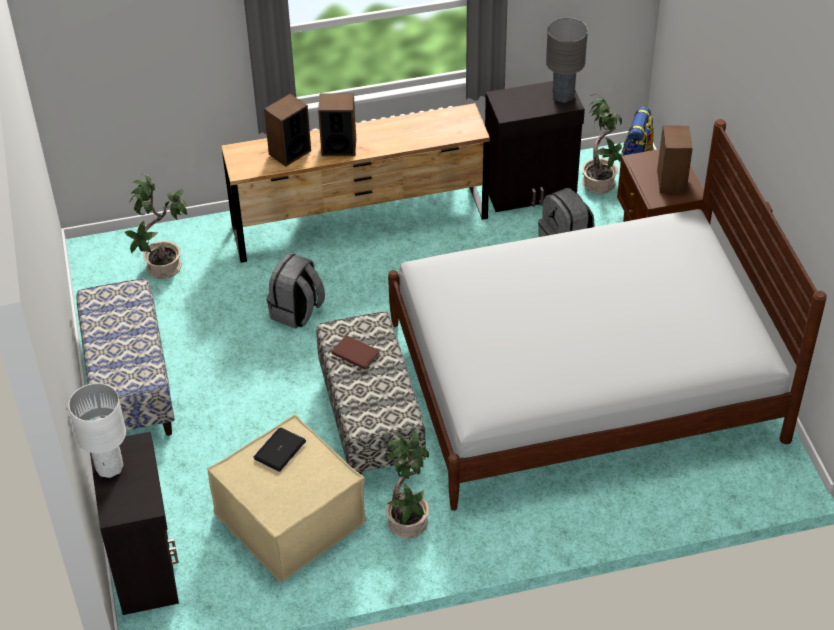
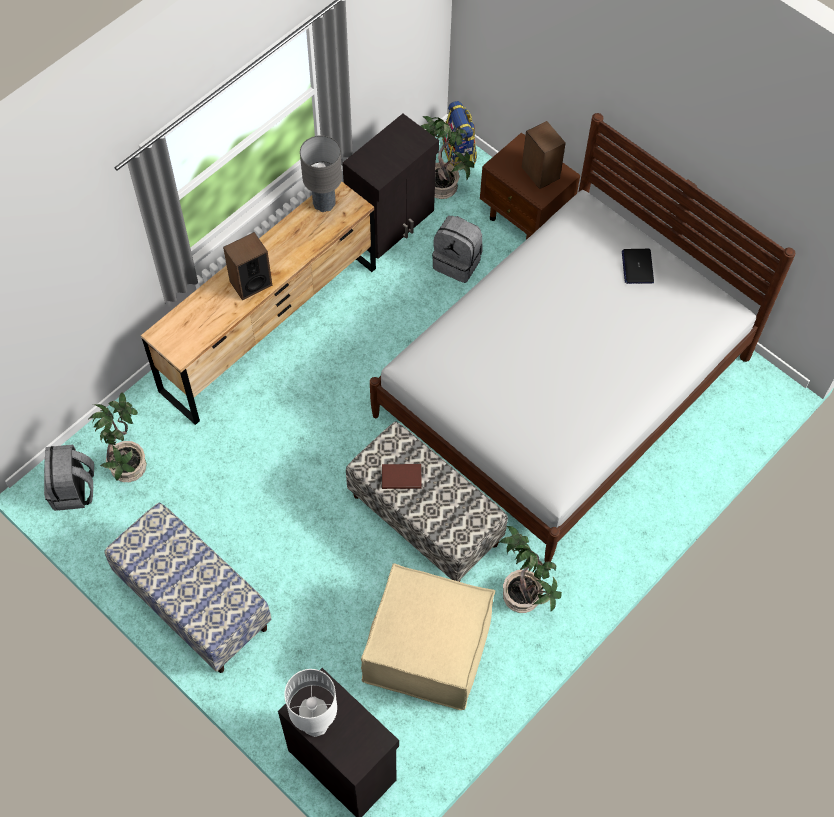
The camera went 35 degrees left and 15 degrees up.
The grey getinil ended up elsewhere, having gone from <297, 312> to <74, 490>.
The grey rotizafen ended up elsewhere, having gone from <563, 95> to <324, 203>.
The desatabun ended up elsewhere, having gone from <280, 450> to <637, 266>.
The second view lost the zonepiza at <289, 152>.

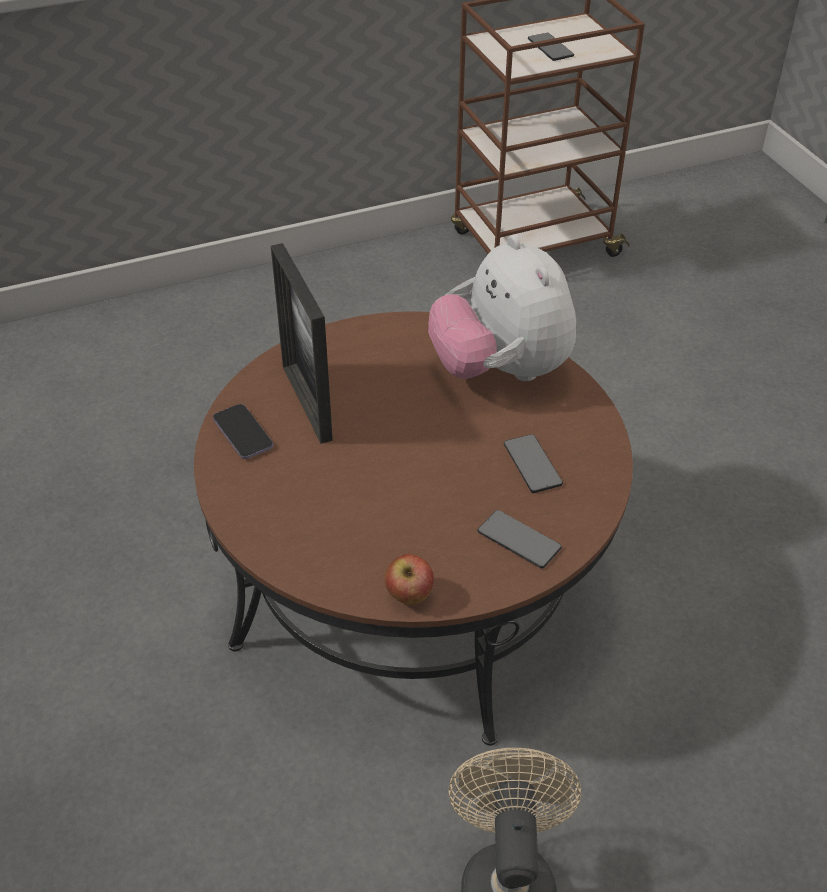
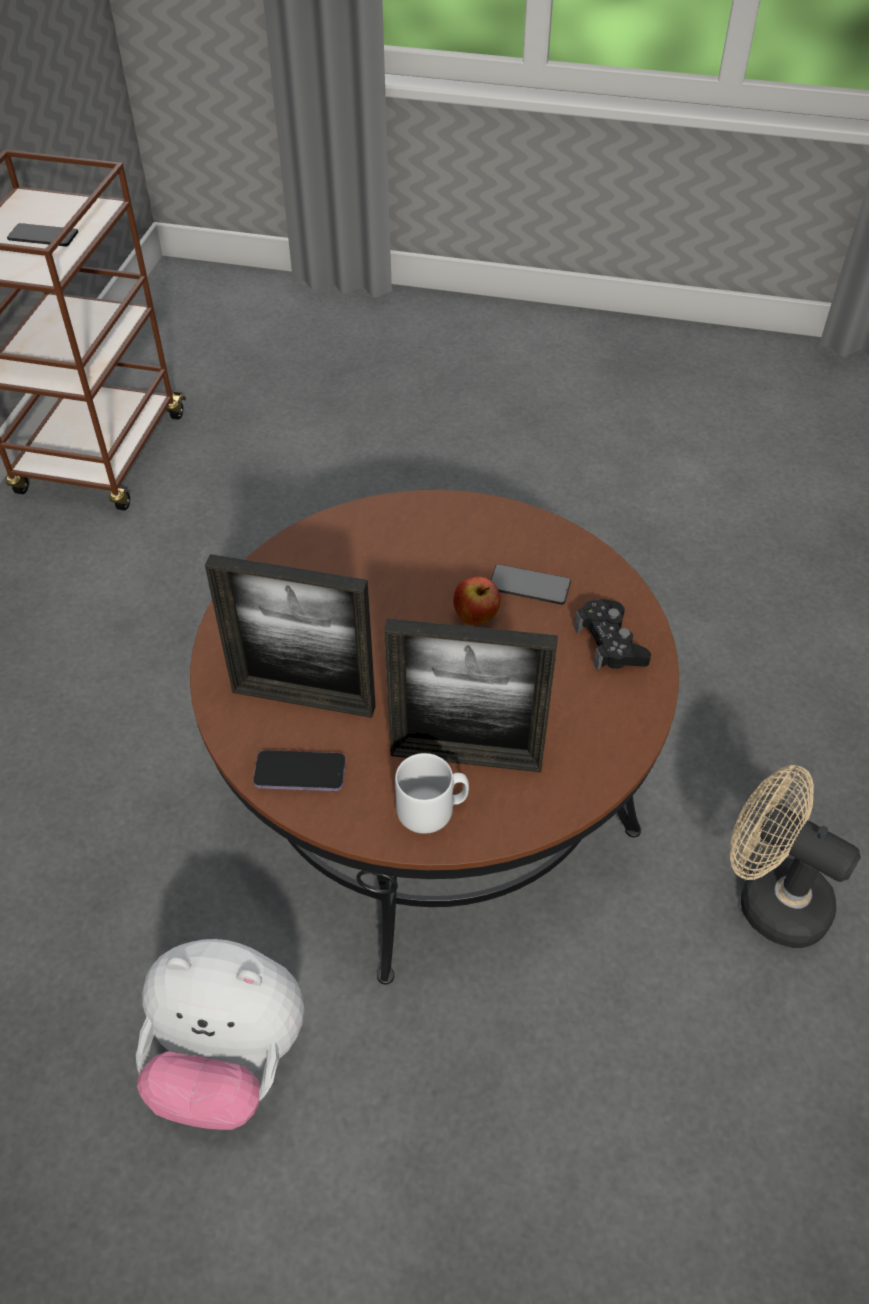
The camera went 55 degrees left and 5 degrees up.
The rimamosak ended up elsewhere, having gone from <500, 370> to <228, 1060>.
The second view gained the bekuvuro at <466, 758>.
The second view gained the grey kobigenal at <432, 809>.
The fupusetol ended up elsewhere, having gone from <409, 596> to <476, 618>.
Where the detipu stood at <519, 540>, the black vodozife came to stand at <610, 643>.

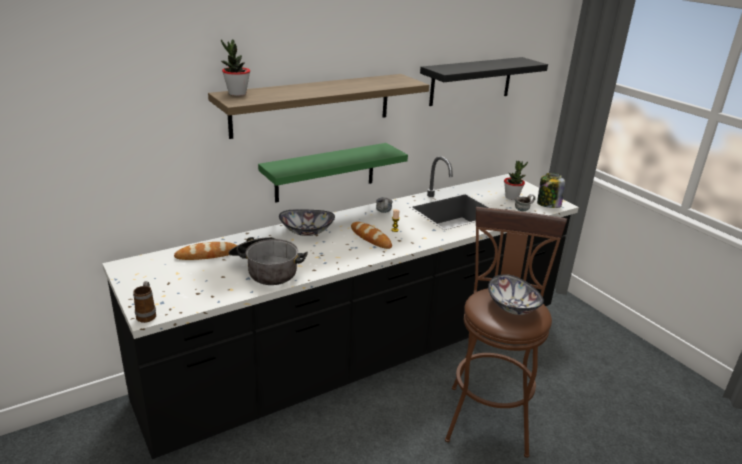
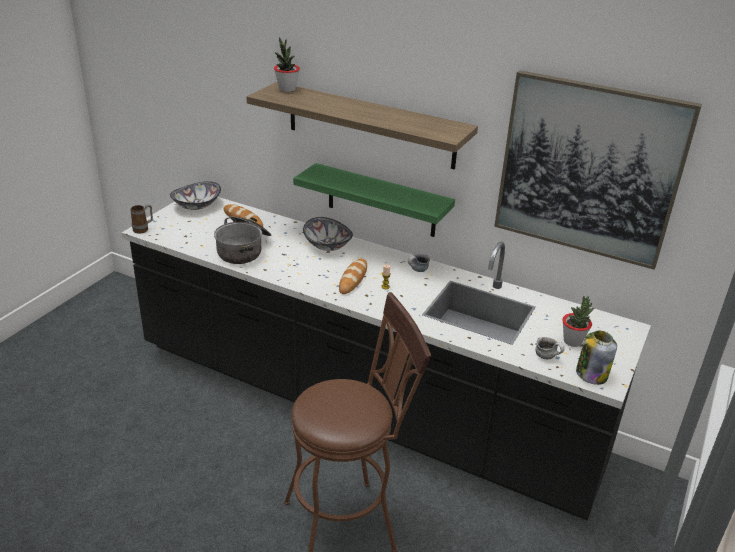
The camera went 60 degrees right and 5 degrees up.
The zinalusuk ended up elsewhere, having gone from <512, 307> to <196, 205>.
Where the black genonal hung at <471, 81>, the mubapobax came to hang at <589, 169>.

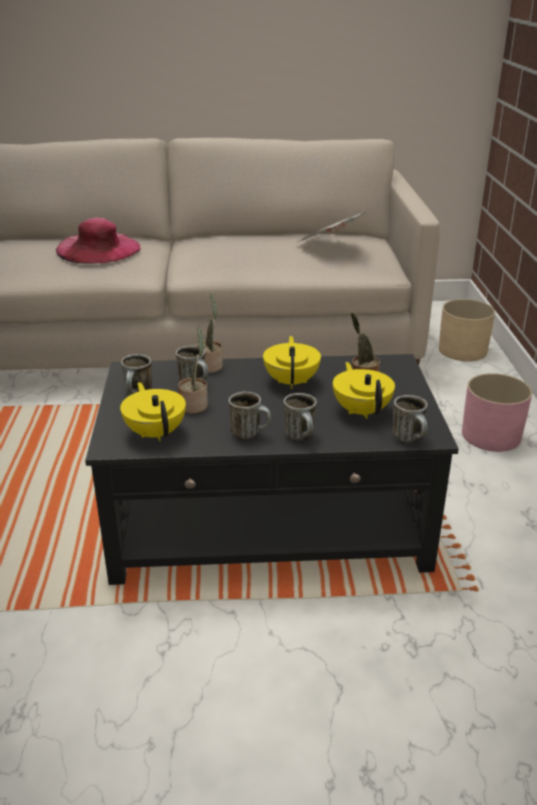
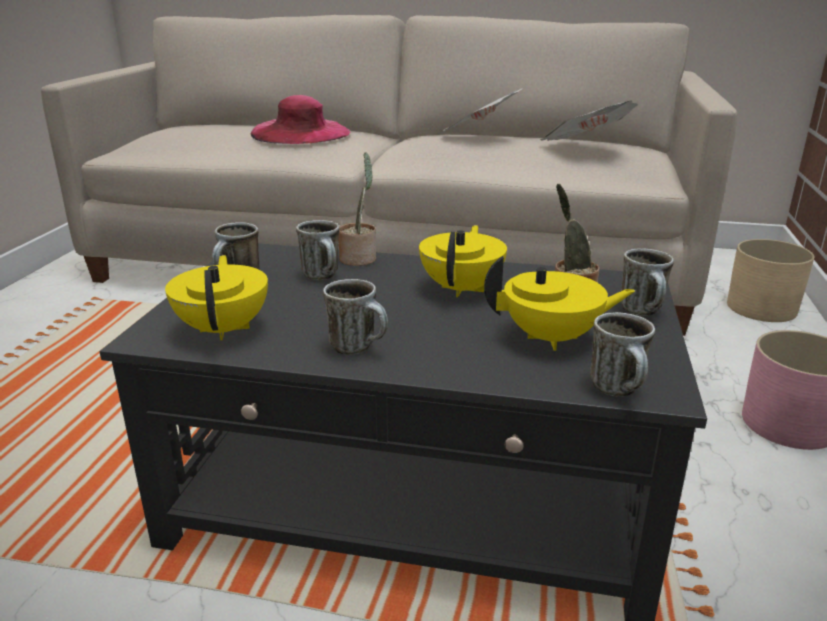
The camera went 15 degrees right and 5 degrees down.
The second view gained the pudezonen at <476, 136>.
The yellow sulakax at <361, 410> ended up facing another way, 90 degrees clockwise from before.
The kobigenal ended up elsewhere, having gone from <302, 437> to <645, 313>.
The second view lost the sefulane at <195, 405>.

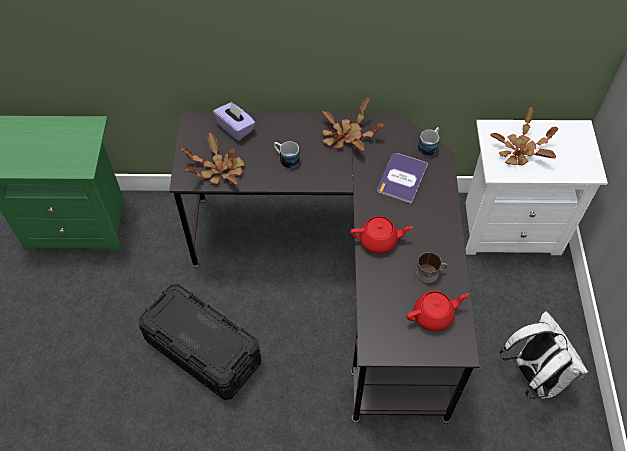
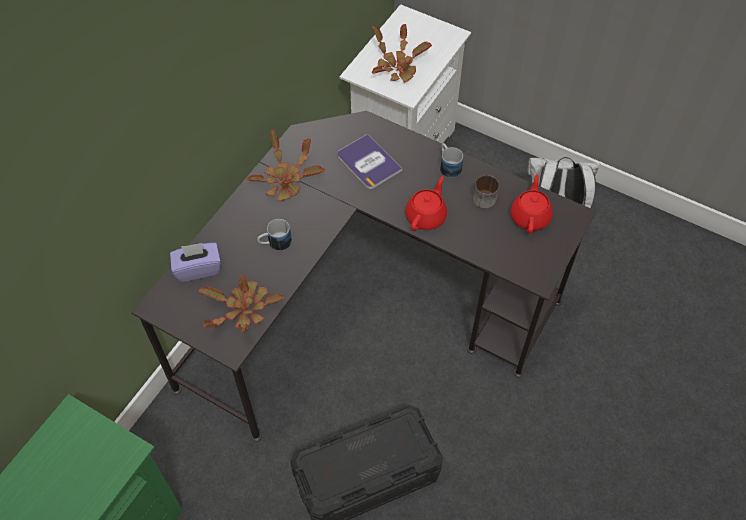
The camera went 60 degrees left and 0 degrees up.
The kobigenal ended up elsewhere, having gone from <429, 146> to <448, 166>.

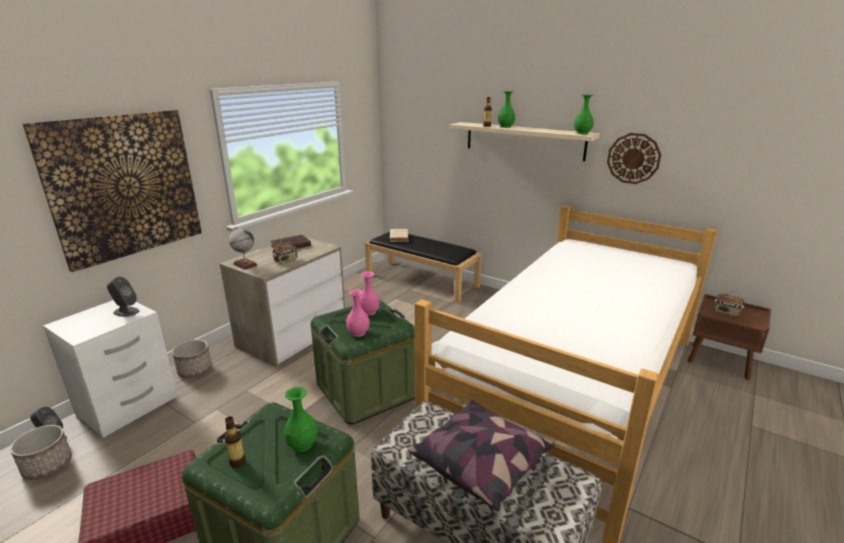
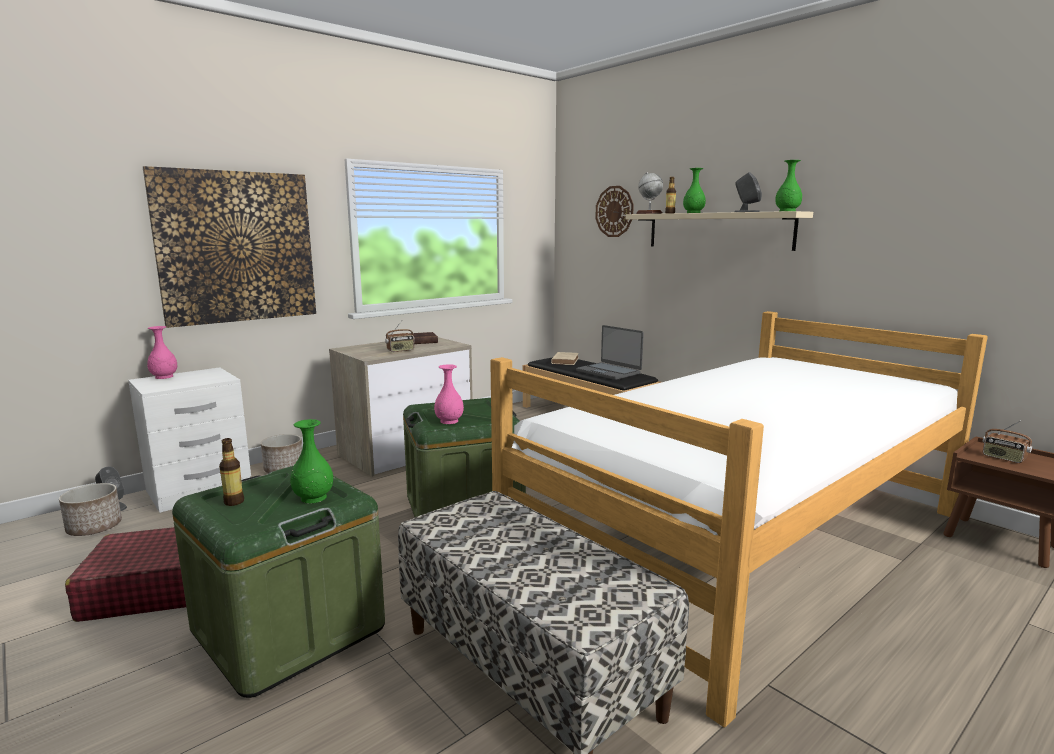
The camera went 15 degrees right and 10 degrees down.
The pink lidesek ended up elsewhere, having gone from <369, 312> to <163, 377>.
The second view gained the desatabun at <609, 372>.
The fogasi ended up elsewhere, having gone from <633, 158> to <614, 211>.
The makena ended up elsewhere, having gone from <245, 264> to <649, 213>.
The grey zonepiza ended up elsewhere, having gone from <126, 311> to <746, 212>.
The second view lost the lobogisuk at <481, 462>.

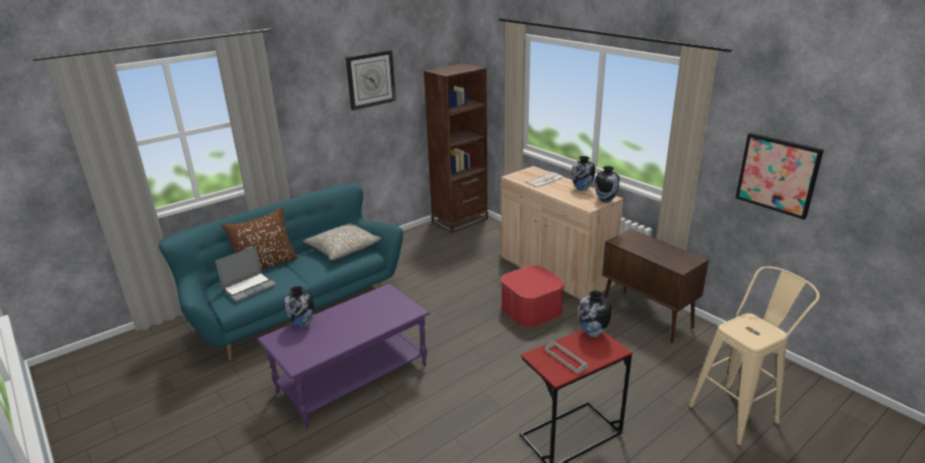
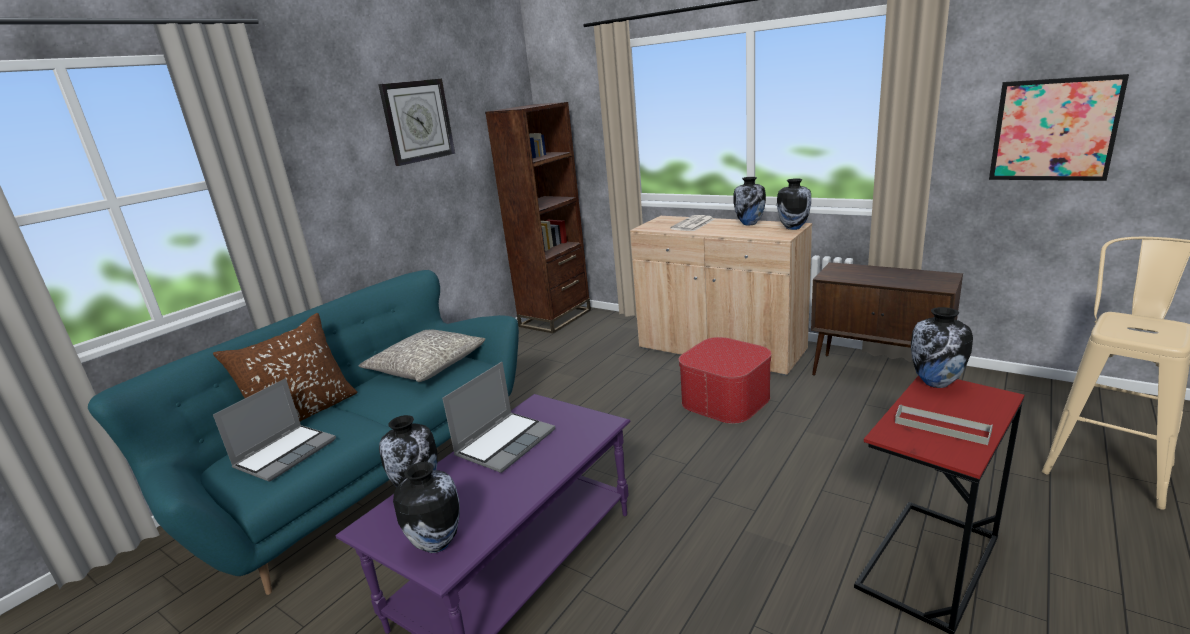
The camera went 15 degrees left and 5 degrees down.
The second view gained the lidesek at <436, 543>.
The second view gained the desatabun at <505, 442>.

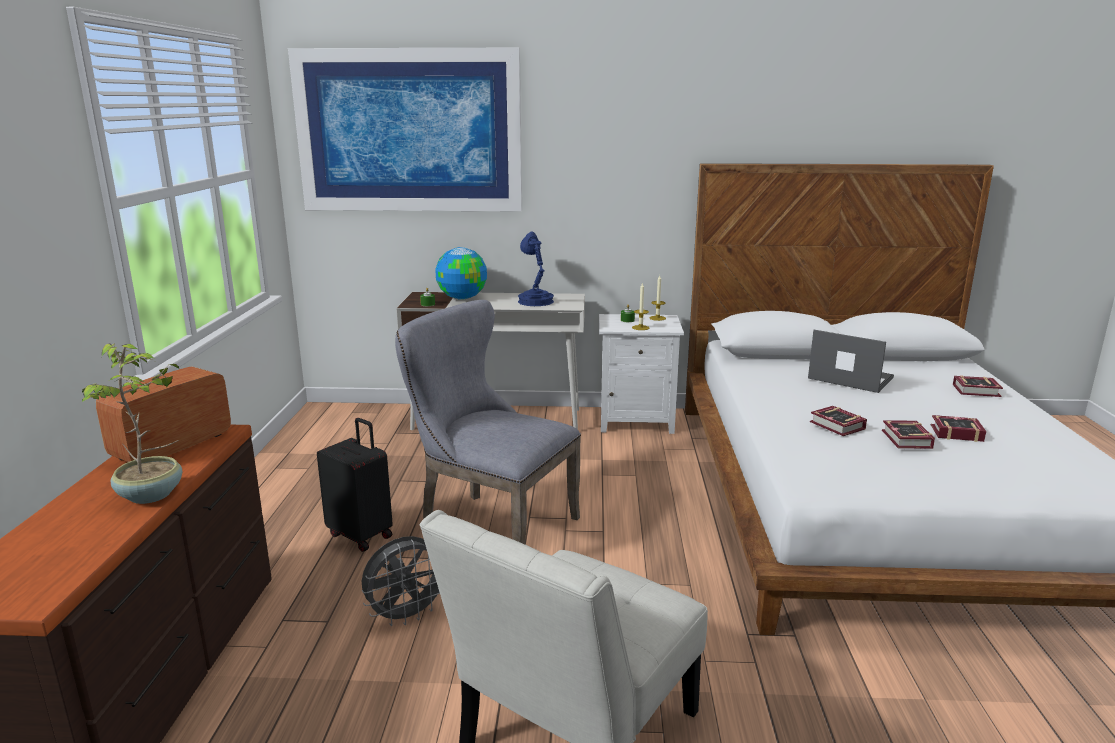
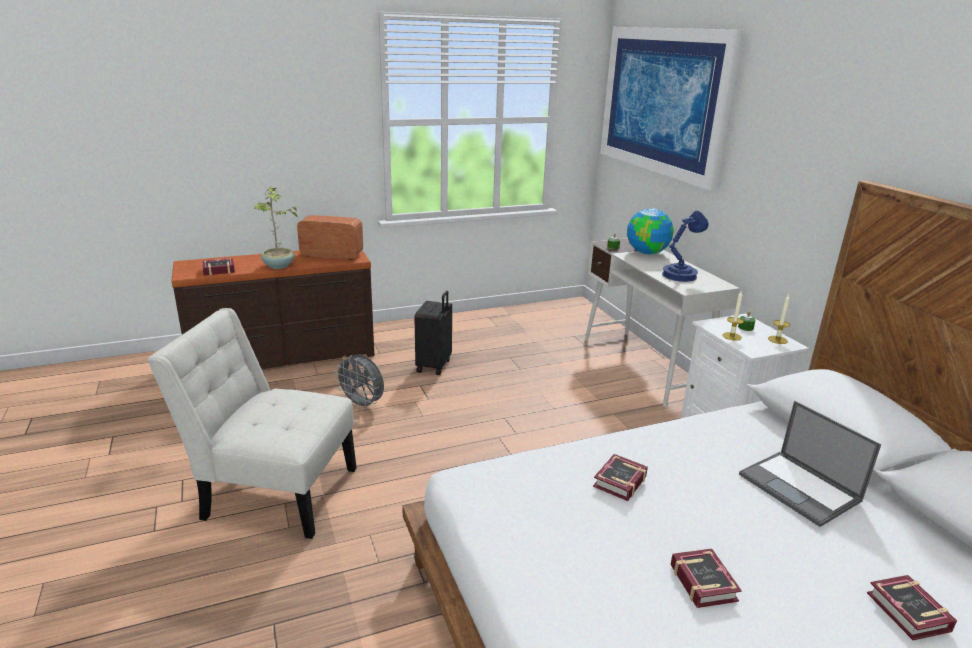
The camera went 65 degrees right and 5 degrees up.
The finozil ended up elsewhere, having gone from <906, 440> to <217, 270>.
The desatabun at <849, 378> ended up facing another way, 135 degrees clockwise from before.
The second view lost the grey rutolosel at <490, 525>.

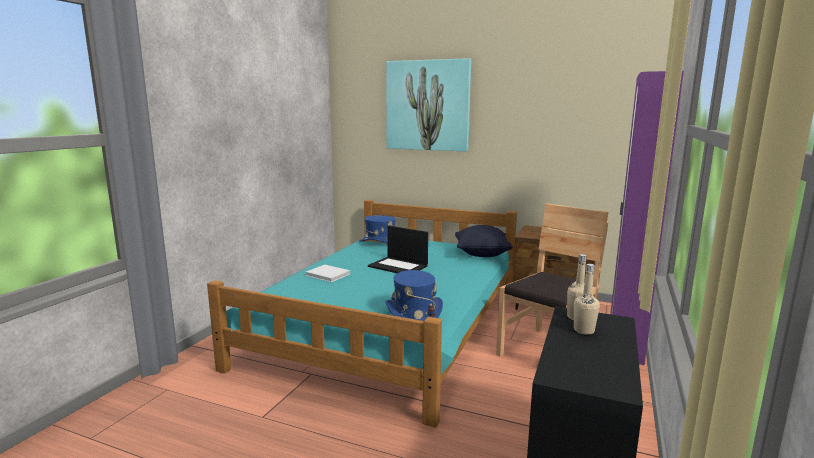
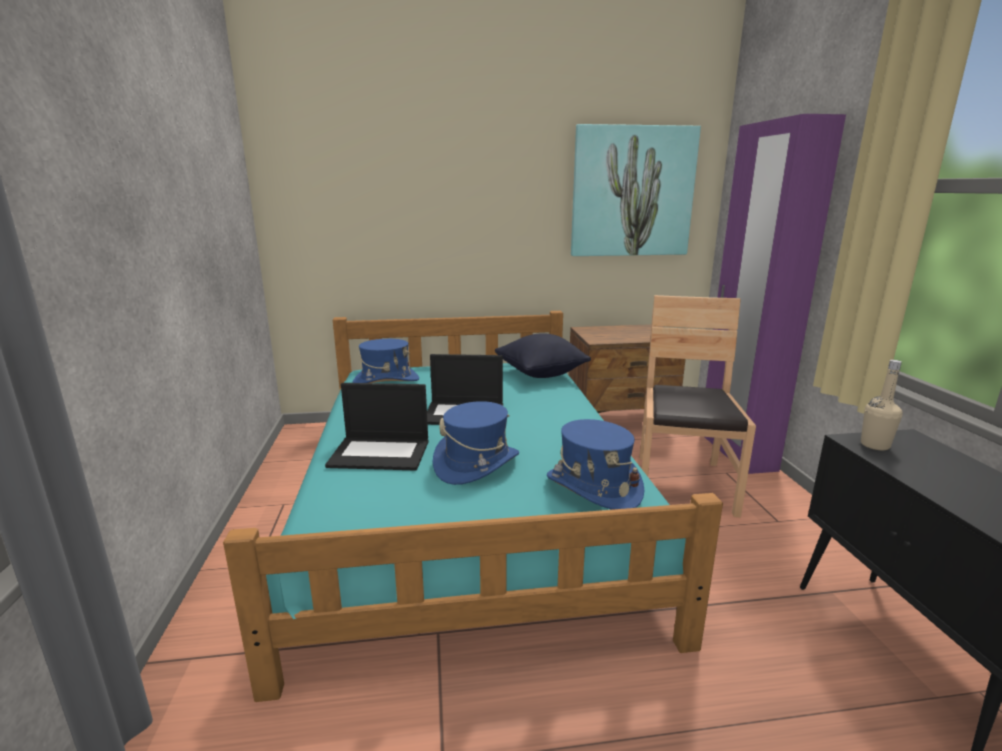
The camera went 30 degrees left and 5 degrees up.
Where the white finozil stood at <329, 275>, the desatabun came to stand at <381, 453>.
The second view gained the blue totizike at <476, 464>.
The mubapobax ended up elsewhere, having gone from <428, 105> to <632, 192>.
The second view lost the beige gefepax at <584, 330>.

